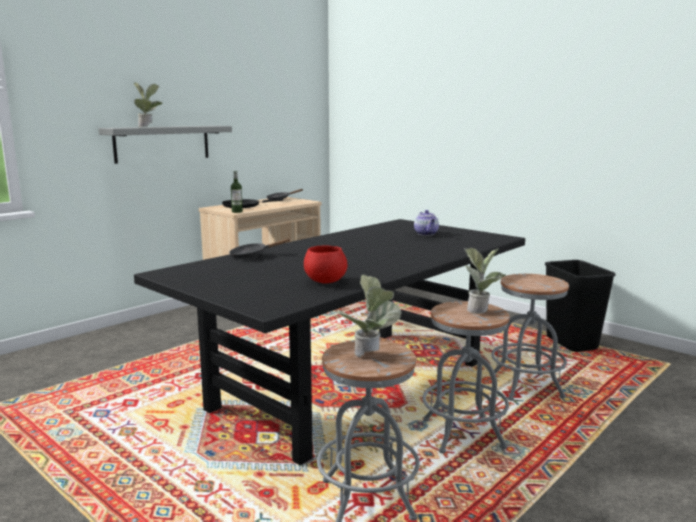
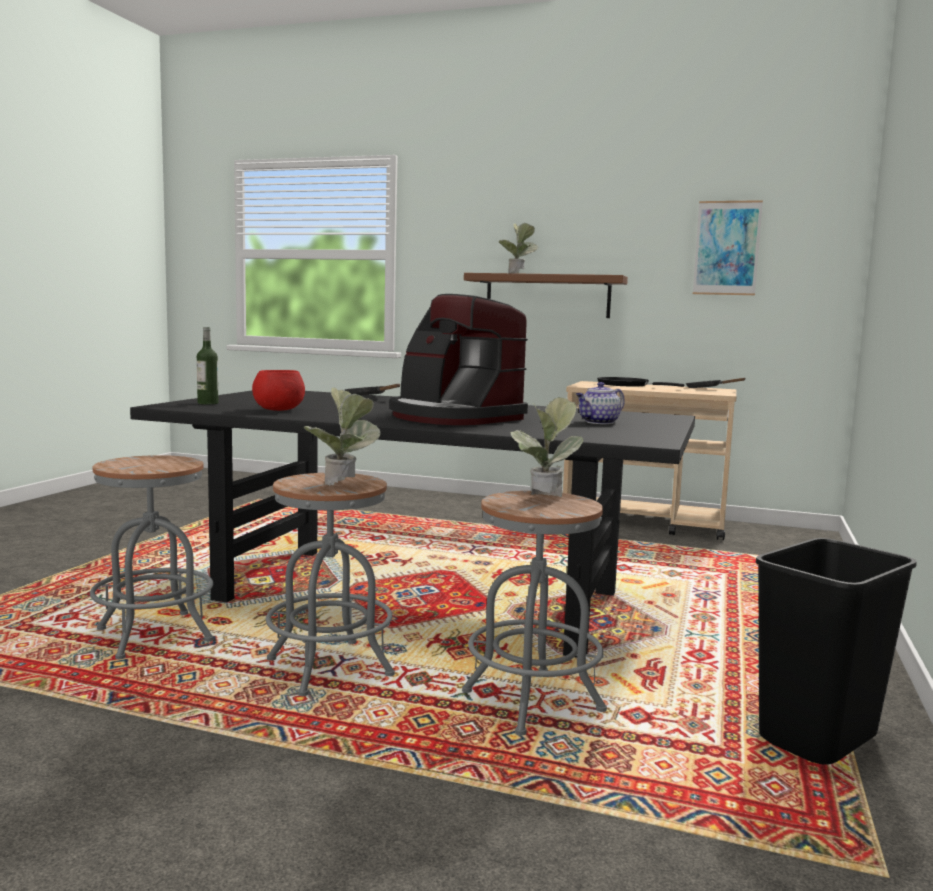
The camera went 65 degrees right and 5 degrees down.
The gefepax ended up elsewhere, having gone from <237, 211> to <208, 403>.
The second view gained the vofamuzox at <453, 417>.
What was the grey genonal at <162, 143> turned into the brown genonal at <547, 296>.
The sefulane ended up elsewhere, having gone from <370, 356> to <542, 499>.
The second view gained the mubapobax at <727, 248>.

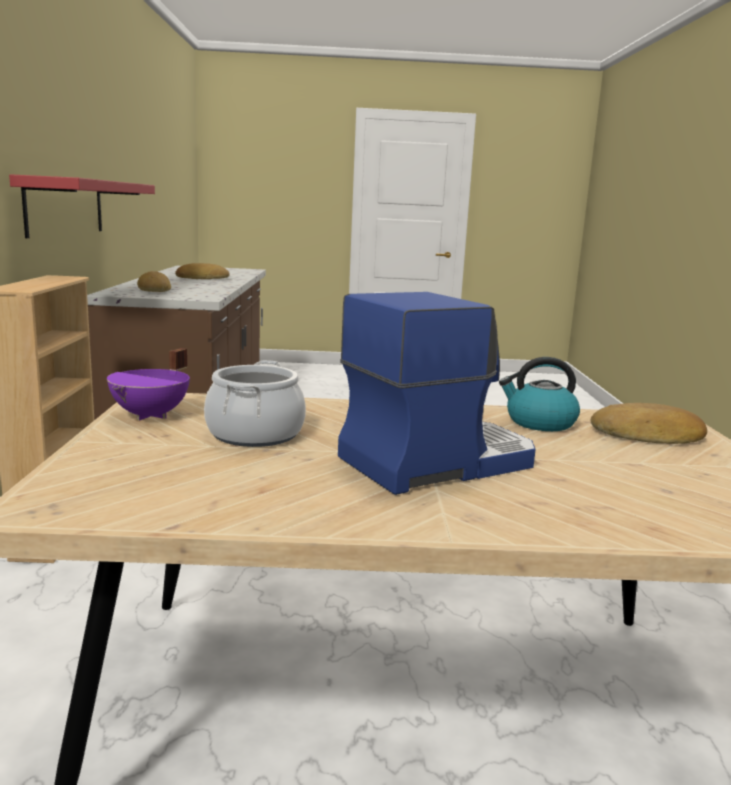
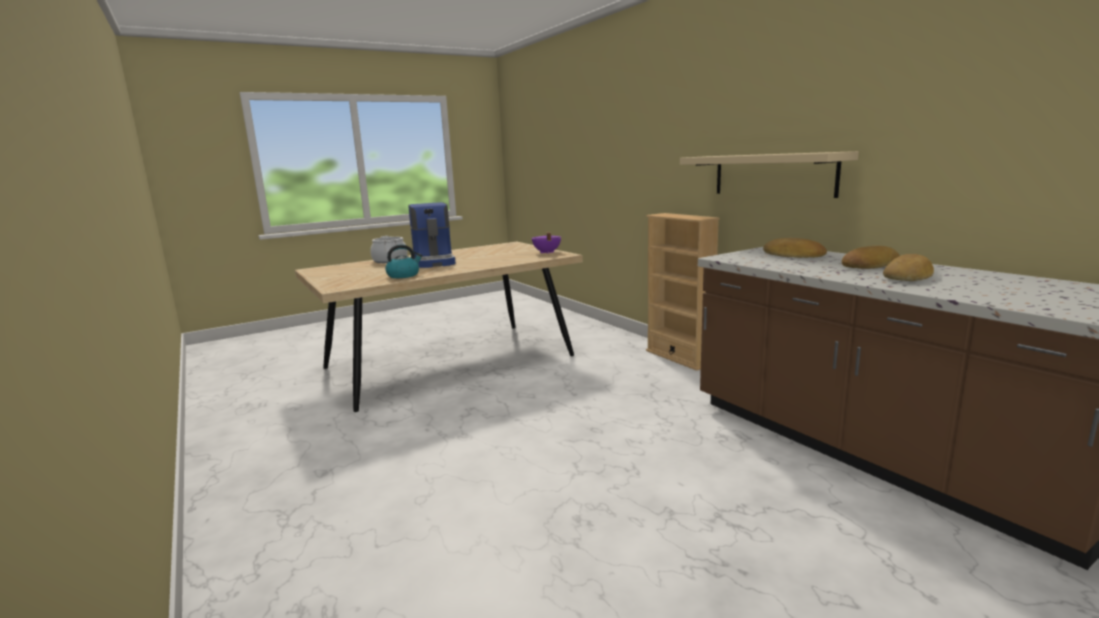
The camera went 150 degrees right and 0 degrees up.
The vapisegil ended up elsewhere, having gone from <255, 434> to <390, 261>.
The vofamuzox at <436, 461> ended up facing another way, 45 degrees counterclockwise from before.
What was the red genonal at <65, 207> turned into the beige genonal at <772, 174>.
The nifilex ended up elsewhere, having gone from <648, 435> to <868, 265>.

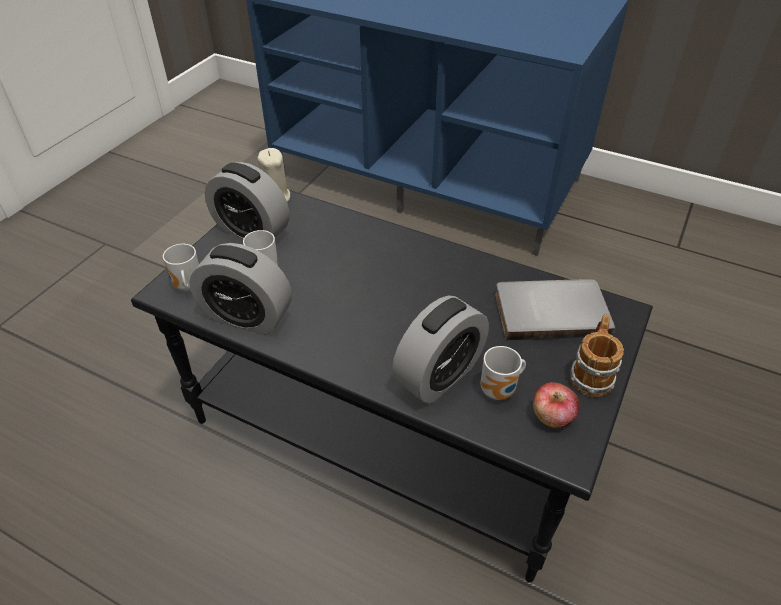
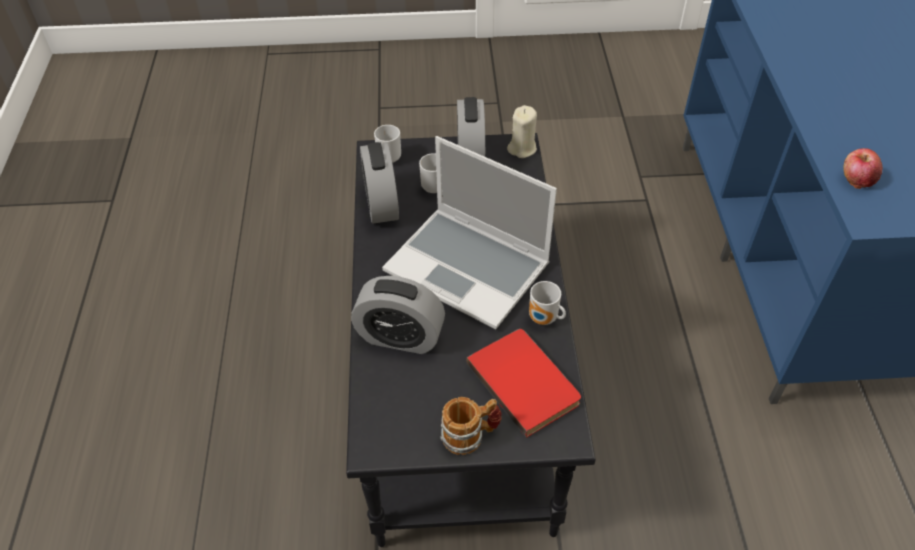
The camera went 60 degrees right and 5 degrees up.
The second view gained the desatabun at <469, 268>.
What was the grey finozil at <550, 310> turned into the red finozil at <526, 382>.
The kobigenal ended up elsewhere, having gone from <500, 391> to <544, 319>.
The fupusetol ended up elsewhere, having gone from <552, 417> to <856, 180>.

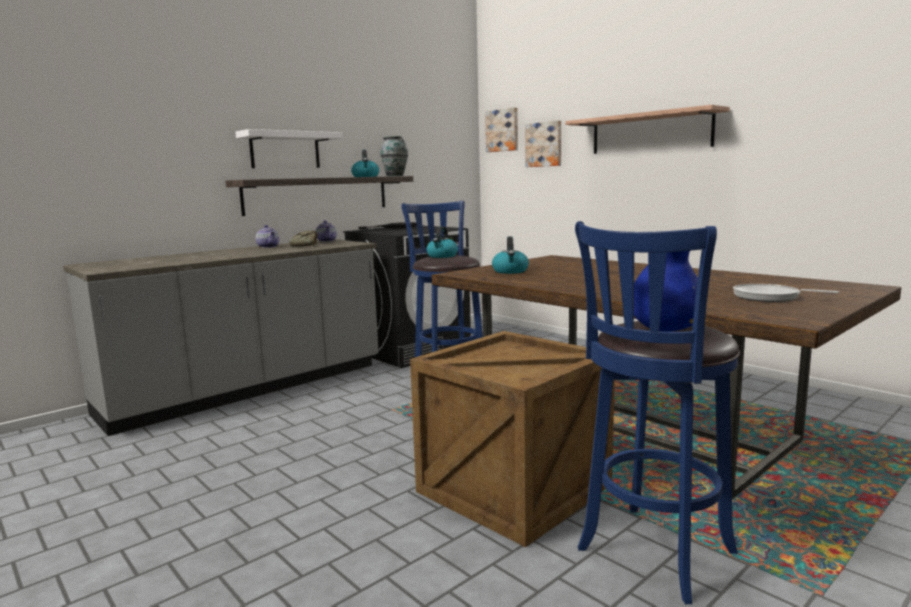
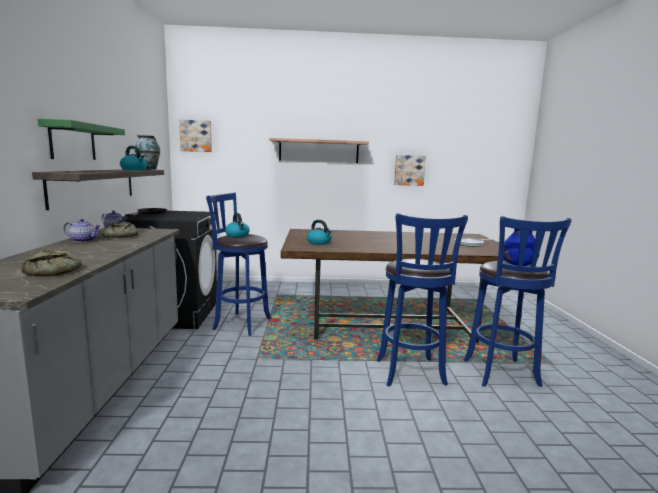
The camera went 50 degrees left and 0 degrees up.
The second view gained the nifilex at <55, 271>.
What was the white genonal at <285, 150> turned into the green genonal at <73, 141>.
Where the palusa stood at <510, 489>, the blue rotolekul came to stand at <411, 374>.
The mubapobax ended up elsewhere, having gone from <544, 144> to <409, 170>.

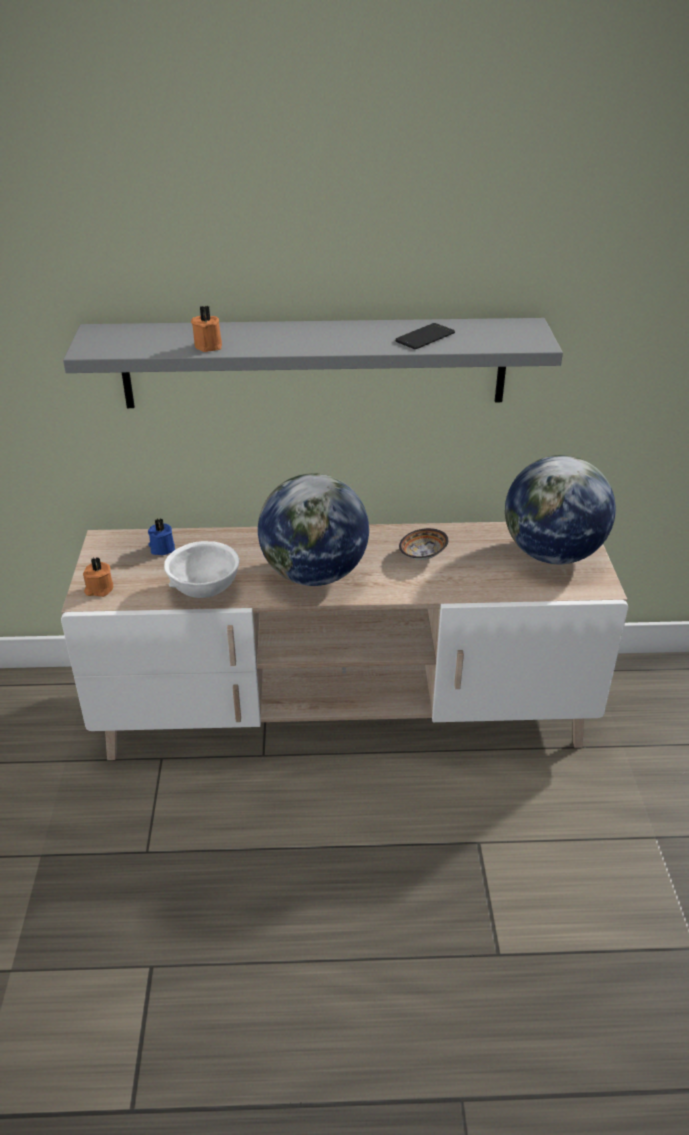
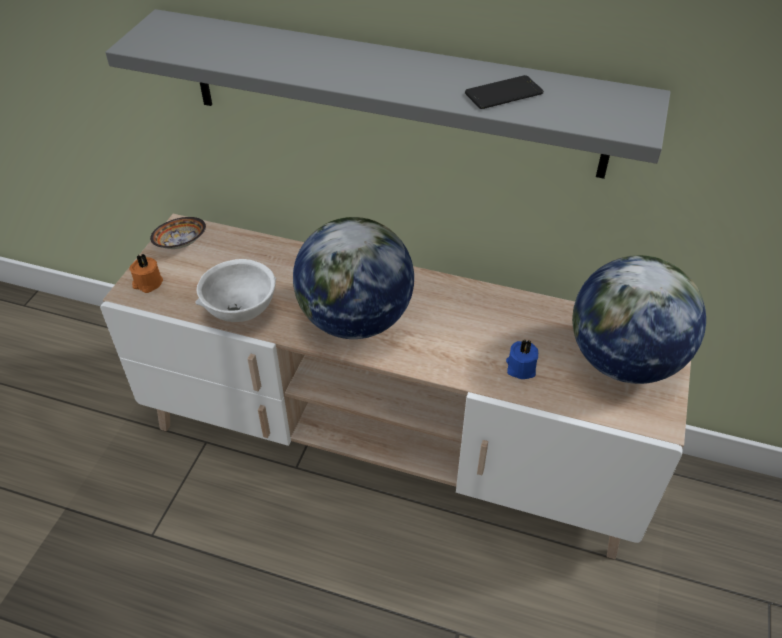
The camera went 20 degrees right and 10 degrees up.
The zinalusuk ended up elsewhere, having gone from <423, 555> to <181, 243>.
The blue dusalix ended up elsewhere, having gone from <162, 548> to <520, 367>.
The second view lost the orange dusalix at <209, 345>.

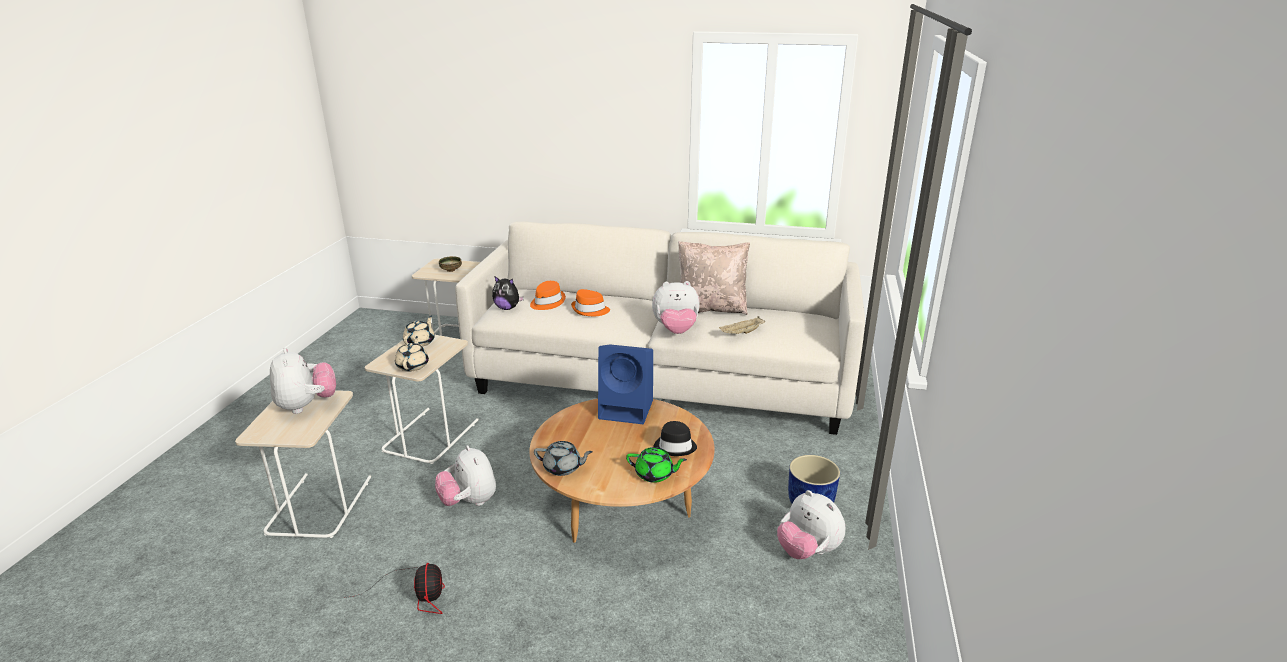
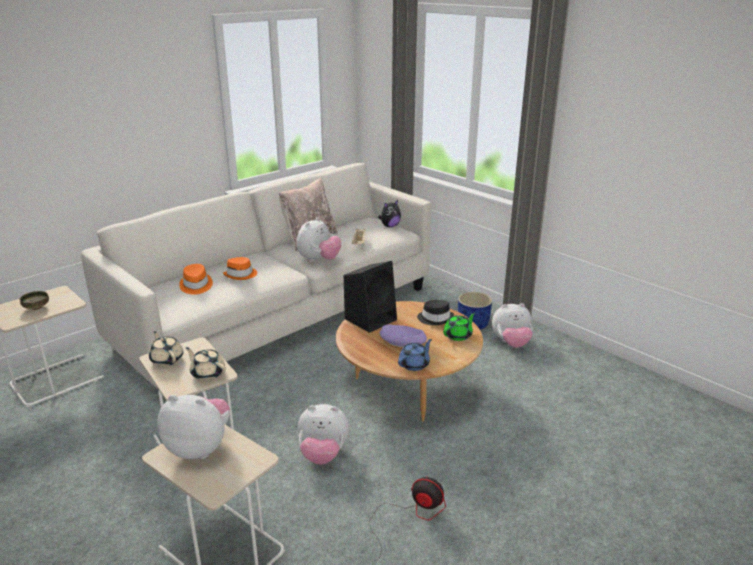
The camera went 55 degrees left and 0 degrees up.
What was the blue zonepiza at <627, 409> turned into the black zonepiza at <371, 318>.
The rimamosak ended up elsewhere, having gone from <507, 308> to <390, 226>.
The second view gained the purple zinalusuk at <402, 343>.
What was the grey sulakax at <563, 468> turned into the blue sulakax at <414, 364>.

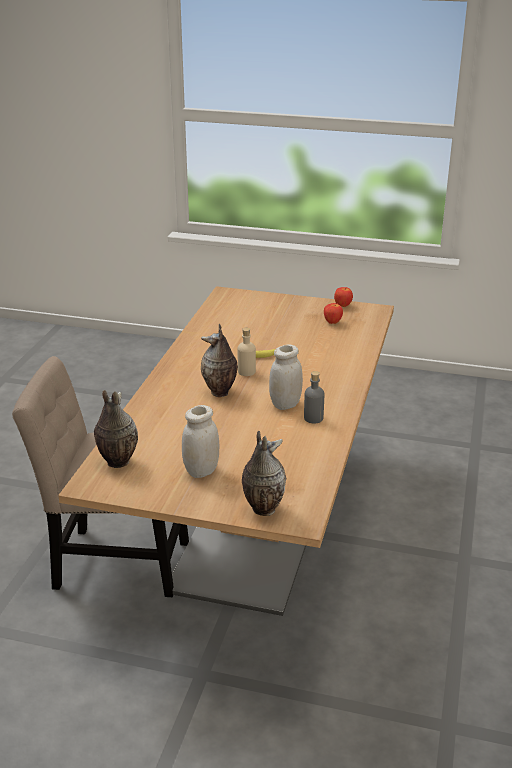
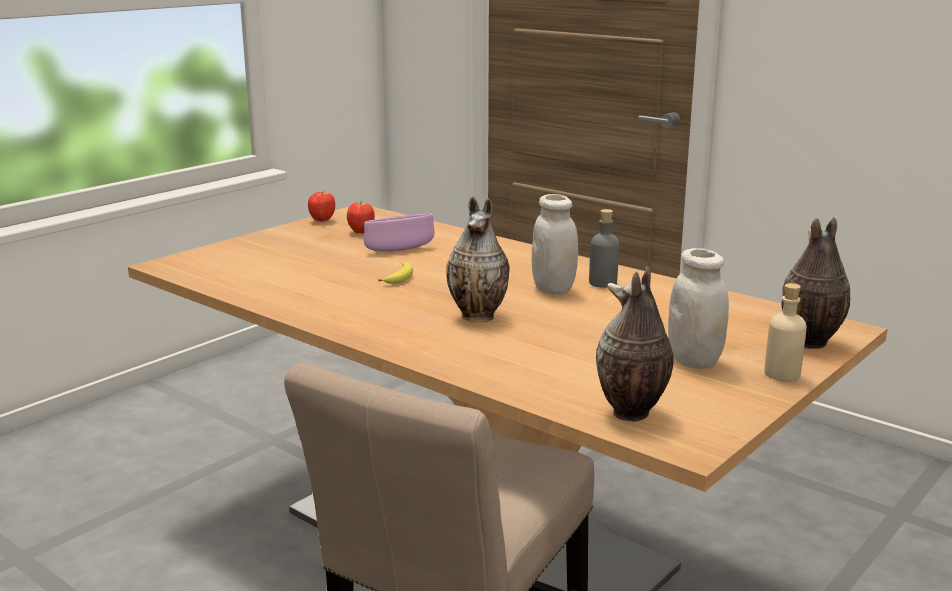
The camera went 65 degrees left and 10 degrees down.
The second view gained the purple zinalusuk at <399, 250>.
The beige gefepax ended up elsewhere, having gone from <246, 371> to <782, 374>.

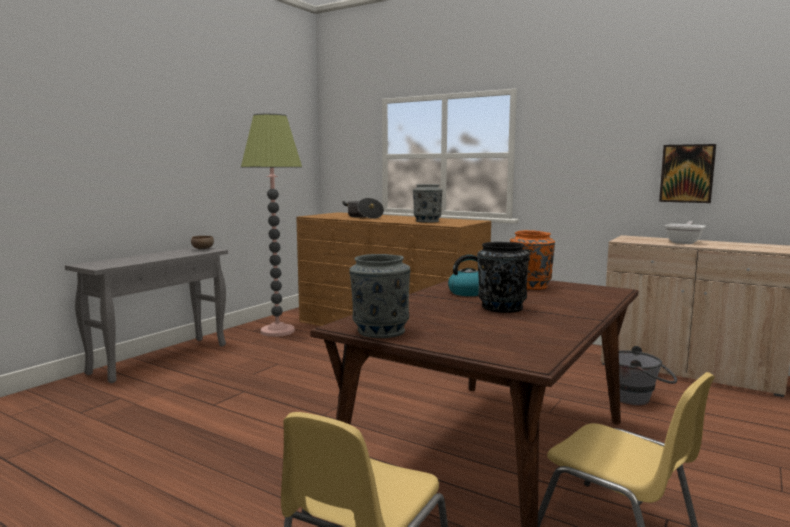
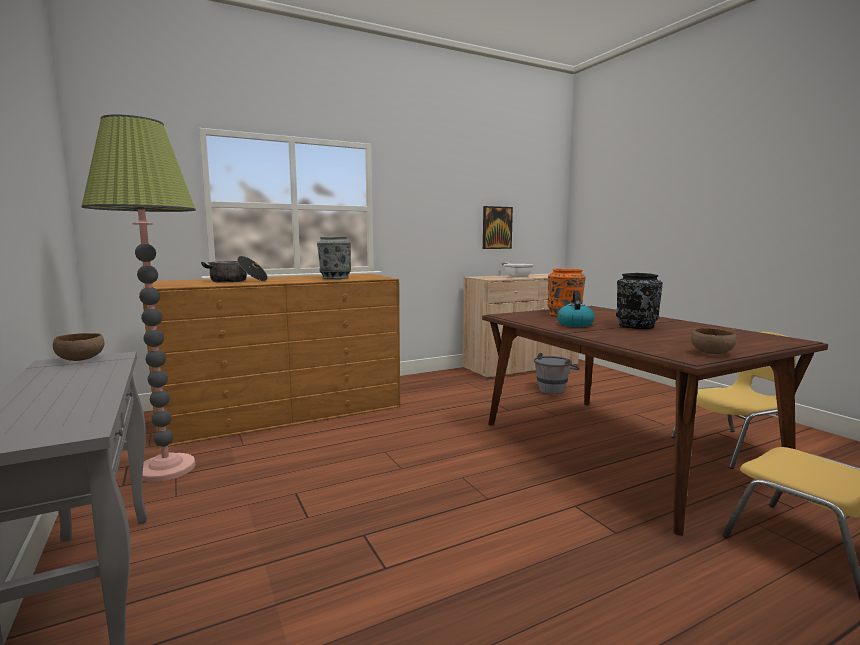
The camera went 60 degrees left and 0 degrees up.
Where the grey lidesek stood at <379, 331>, the brown zinalusuk came to stand at <712, 353>.

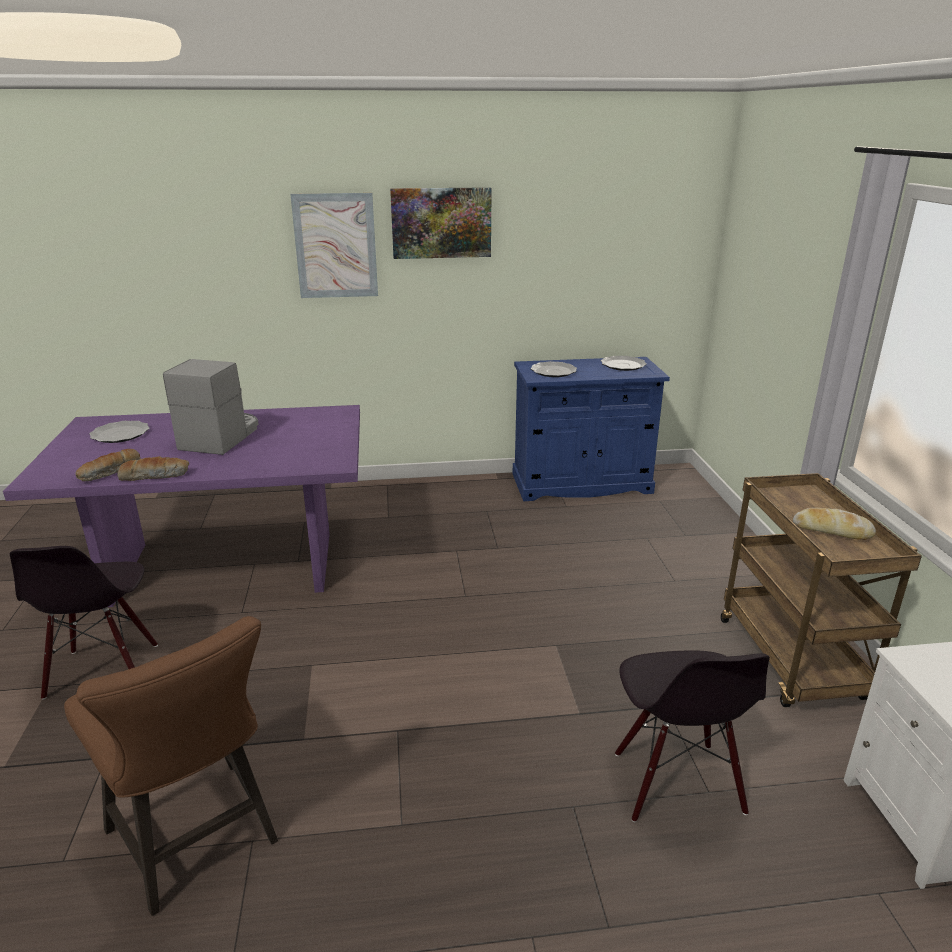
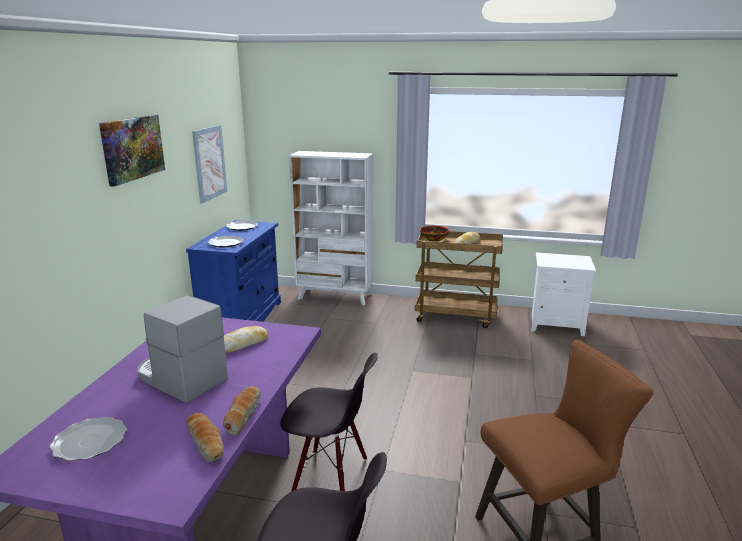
The camera went 70 degrees left and 5 degrees down.
The mubapobax ended up elsewhere, having gone from <335, 246> to <209, 163>.
The second view gained the nifilex at <243, 344>.
The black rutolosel ended up elsewhere, having gone from <676, 783> to <330, 477>.
The second view gained the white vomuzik at <335, 297>.
The second view gained the zinalusuk at <433, 239>.

